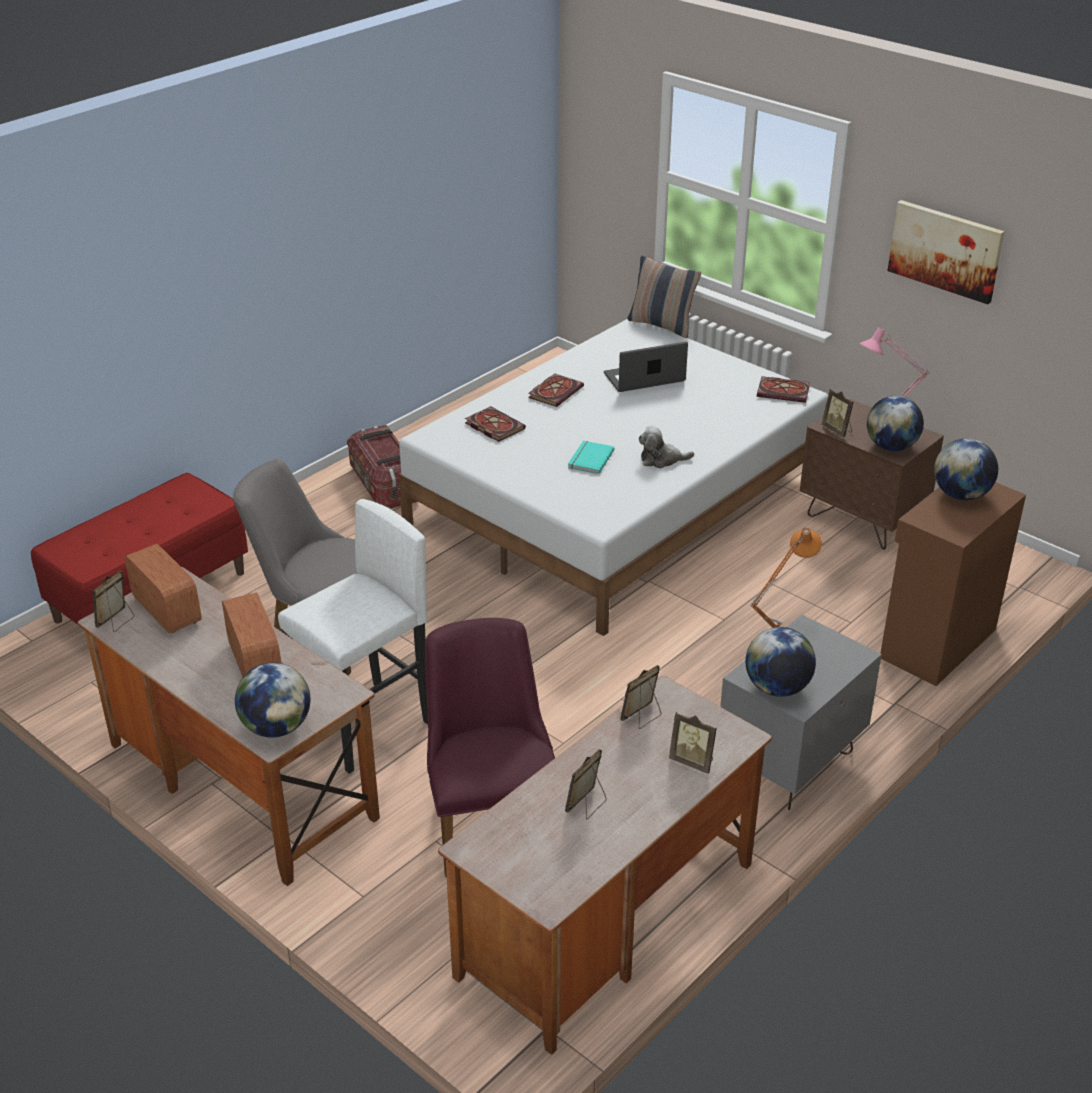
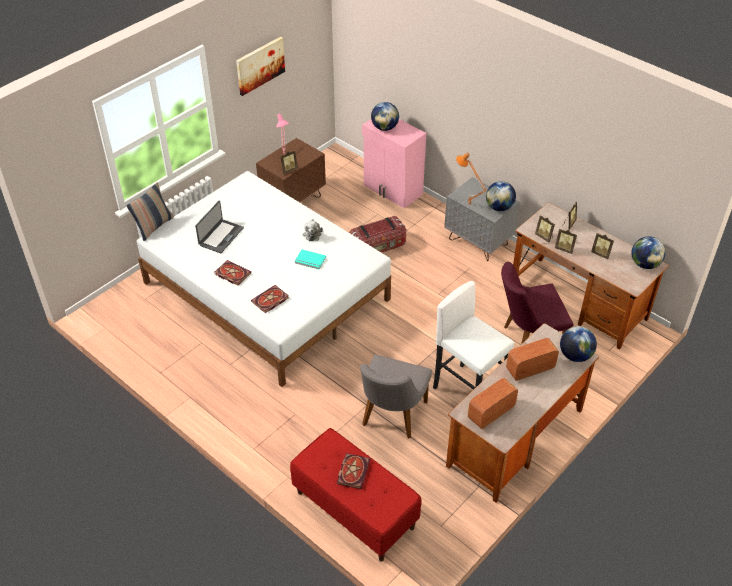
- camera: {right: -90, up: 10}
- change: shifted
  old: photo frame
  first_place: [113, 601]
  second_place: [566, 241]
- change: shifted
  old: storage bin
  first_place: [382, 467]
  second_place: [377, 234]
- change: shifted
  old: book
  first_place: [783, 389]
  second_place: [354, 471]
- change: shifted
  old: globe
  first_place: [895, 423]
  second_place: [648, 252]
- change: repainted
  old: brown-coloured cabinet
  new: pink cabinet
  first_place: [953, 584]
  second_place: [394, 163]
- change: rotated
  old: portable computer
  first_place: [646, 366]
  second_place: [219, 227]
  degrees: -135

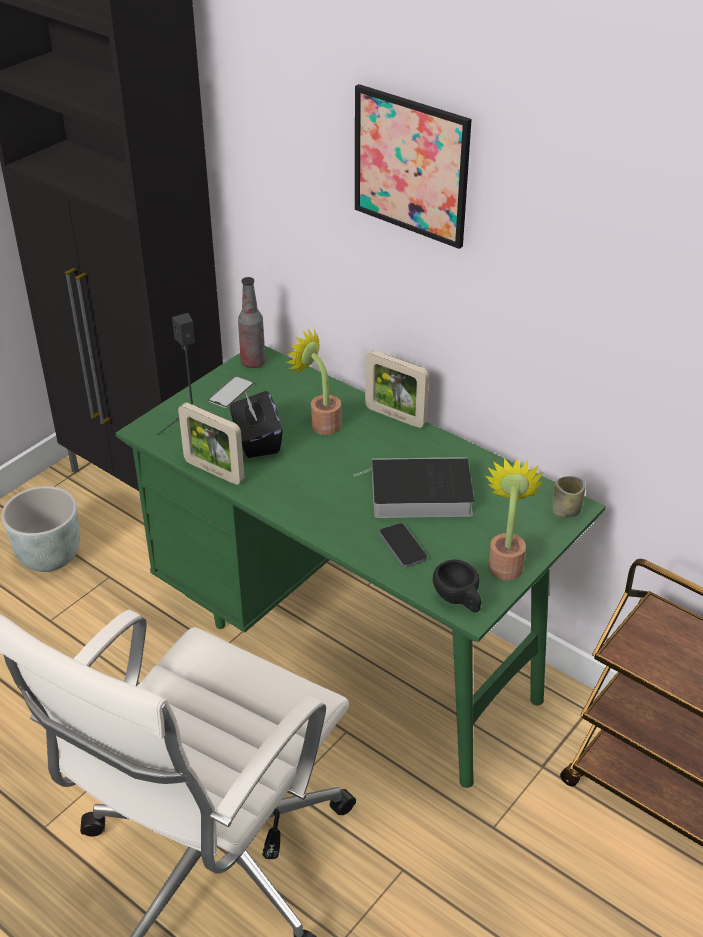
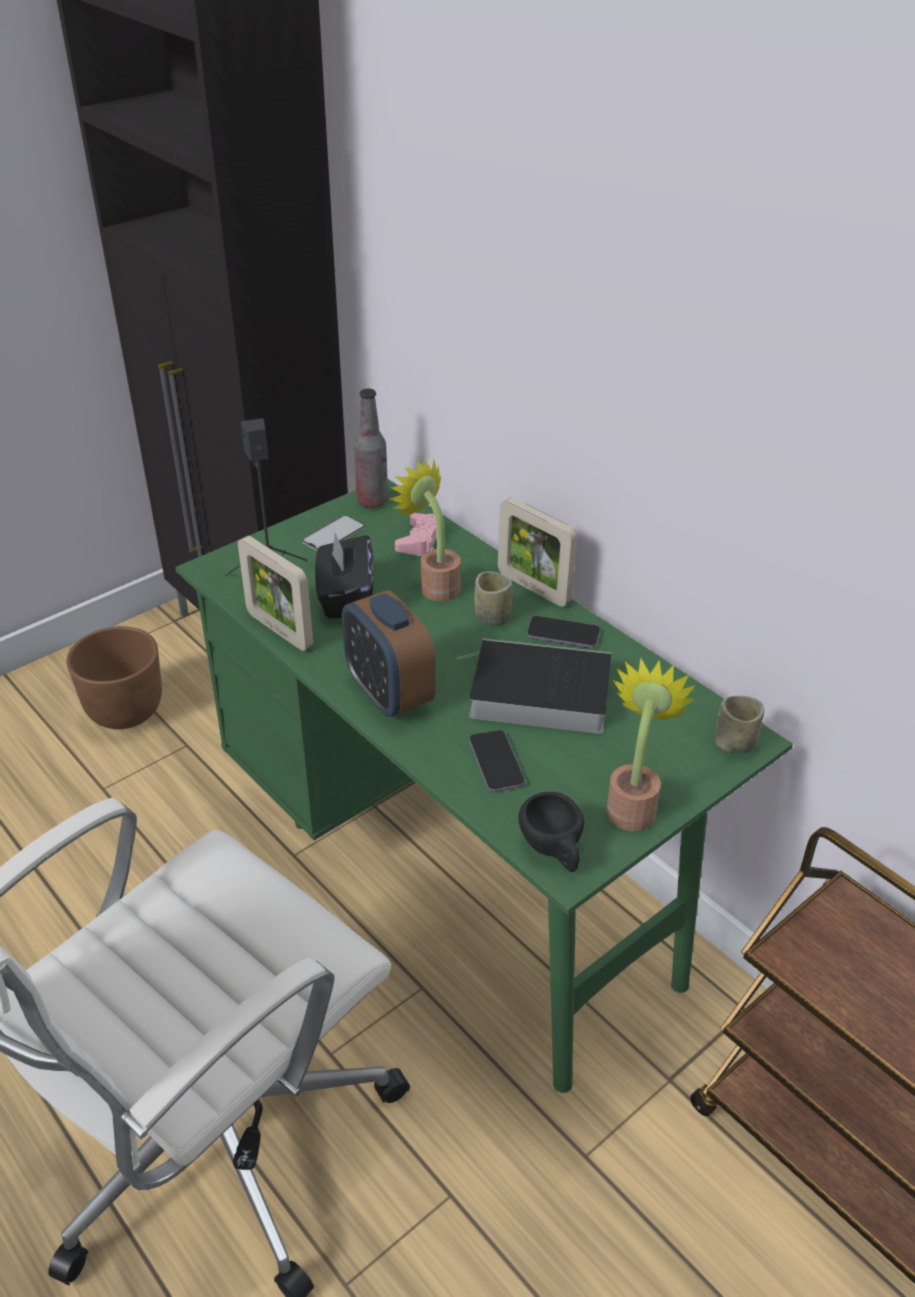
- camera: {right: 10, up: 0}
- change: gone
  old: wall art
  first_place: [413, 166]
- change: new
  new: bedside clock
  second_place: [389, 653]
- change: new
  new: pink game controller
  second_place: [416, 534]
- change: new
  new: drinking cup
  second_place: [493, 598]
- change: new
  new: phone
  second_place: [563, 632]
- change: repainted
  old: greyish flower pot
  new: brown-coloured flower pot
  first_place: [40, 529]
  second_place: [114, 677]

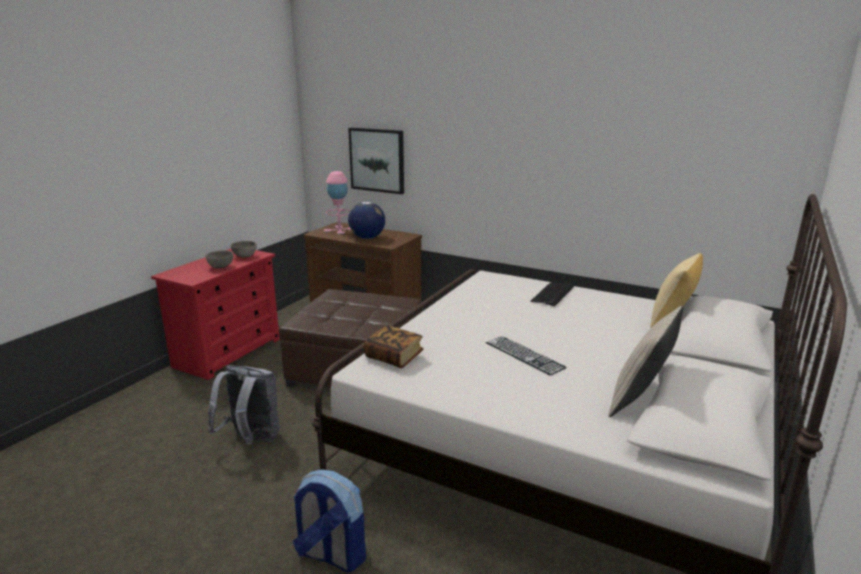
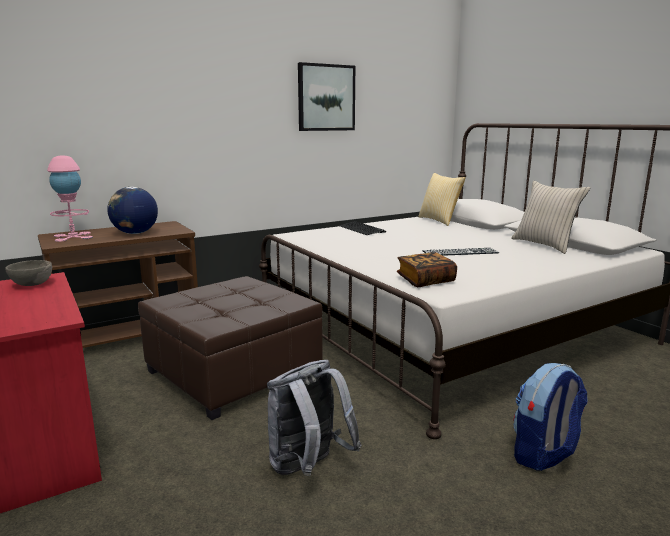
- camera: {right: -60, up: -5}
- change: gone
  old: greyish serving bowl
  first_place: [219, 259]
- change: shifted
  old: wall art
  first_place: [376, 161]
  second_place: [326, 96]

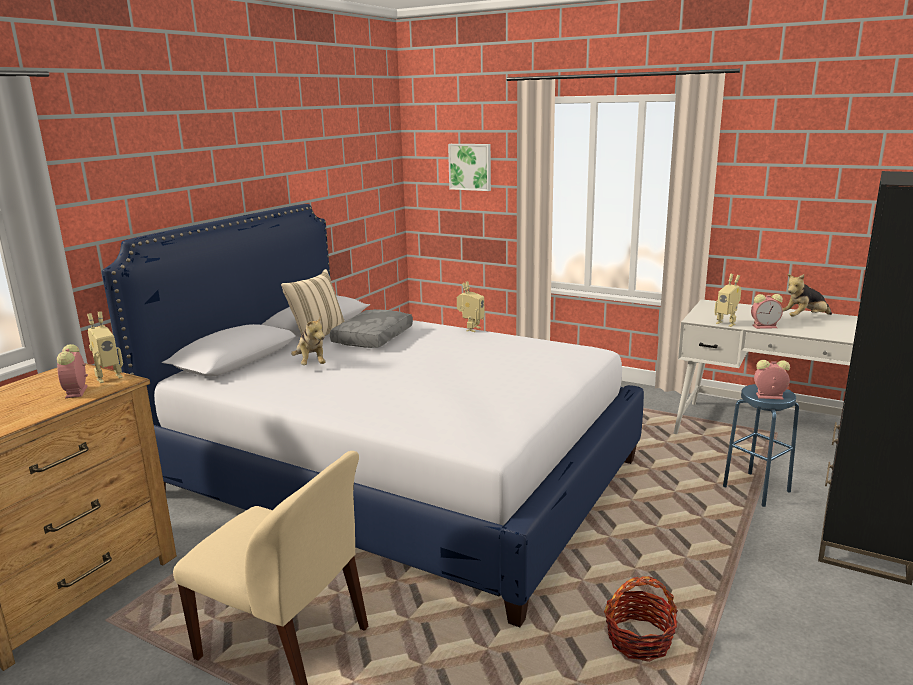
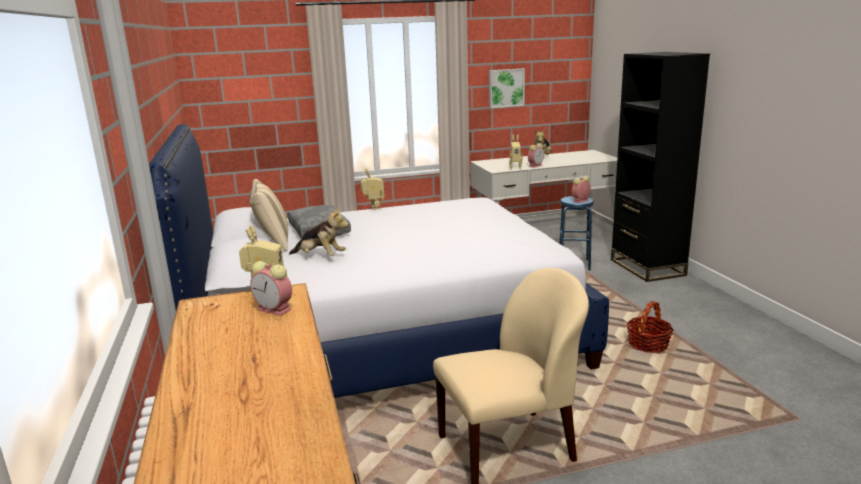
- camera: {right: -45, up: 0}
- change: shifted
  old: wall art
  first_place: [469, 167]
  second_place: [507, 88]

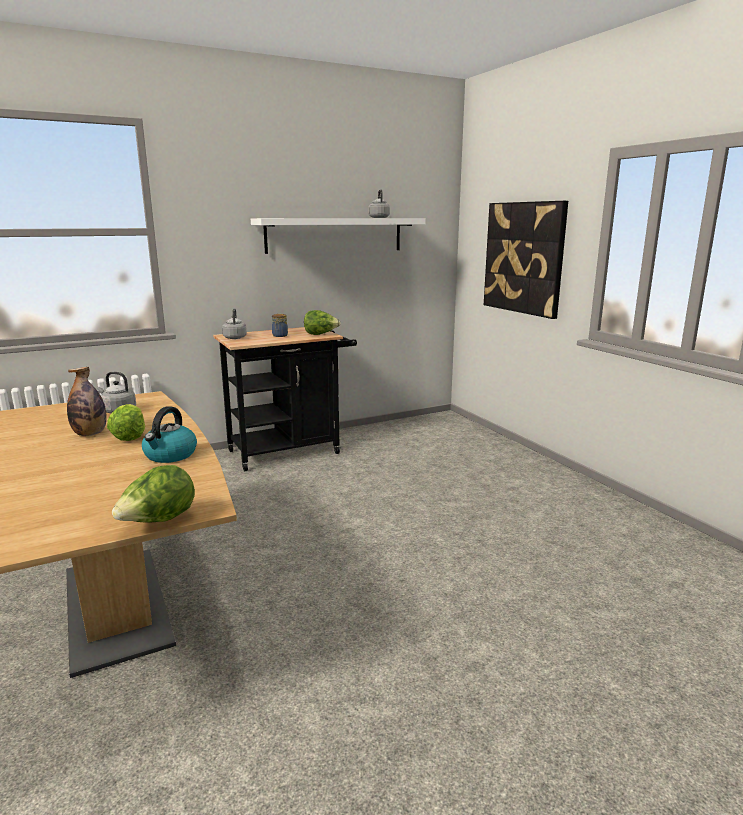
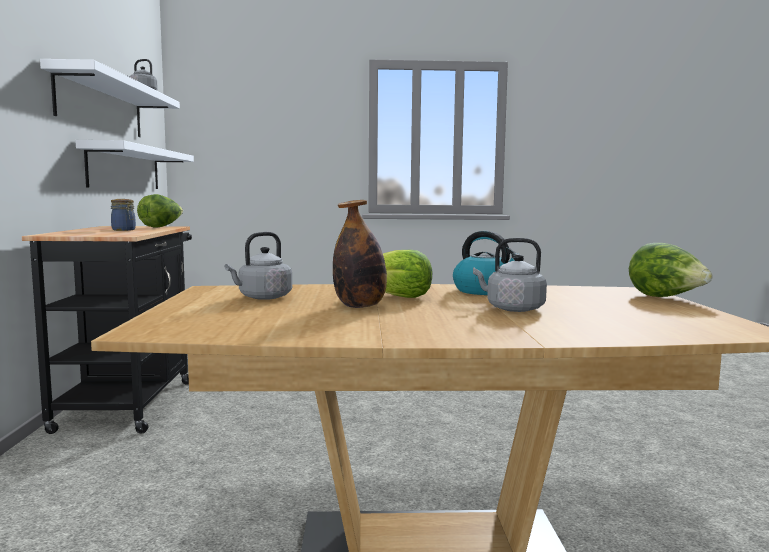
- camera: {right: -65, up: -10}
- change: gone
  old: wall art
  first_place: [526, 260]
- change: new
  new: white-coloured shelf
  second_place: [134, 164]
- change: shifted
  old: greyish tea kettle
  first_place: [234, 323]
  second_place: [510, 275]

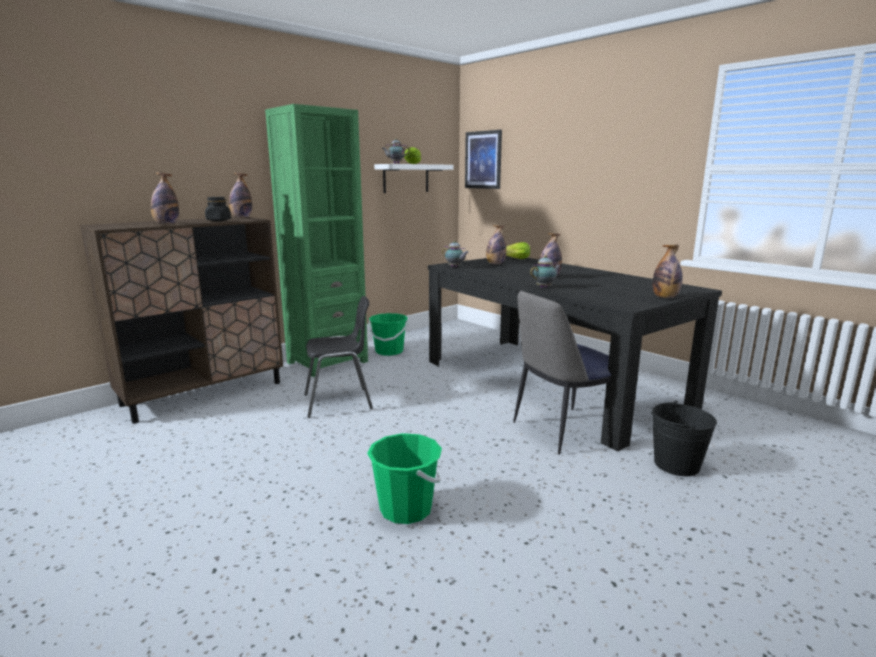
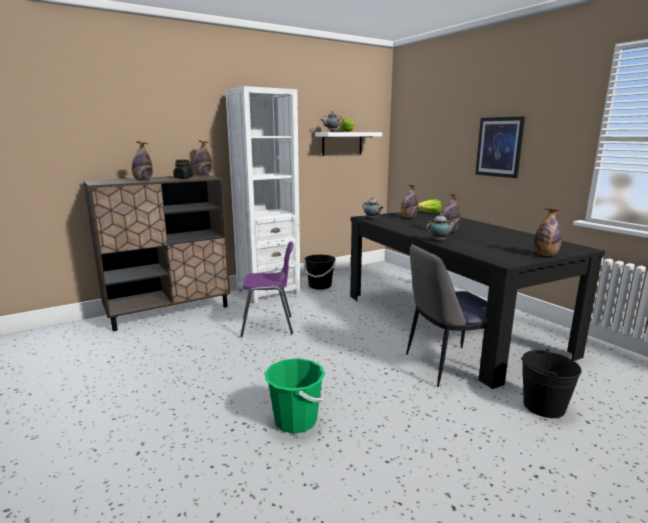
- camera: {right: 10, up: 0}
- change: shifted
  old: wall art
  first_place: [483, 159]
  second_place: [500, 147]
- change: repainted
  old: greenish bookshelf
  new: white-coloured bookshelf
  first_place: [316, 240]
  second_place: [263, 195]
- change: repainted
  old: black-coloured chair
  new: purplish chair
  first_place: [338, 357]
  second_place: [266, 289]
- change: repainted
  old: greenish pail
  new: black-coloured pail
  first_place: [388, 334]
  second_place: [319, 272]

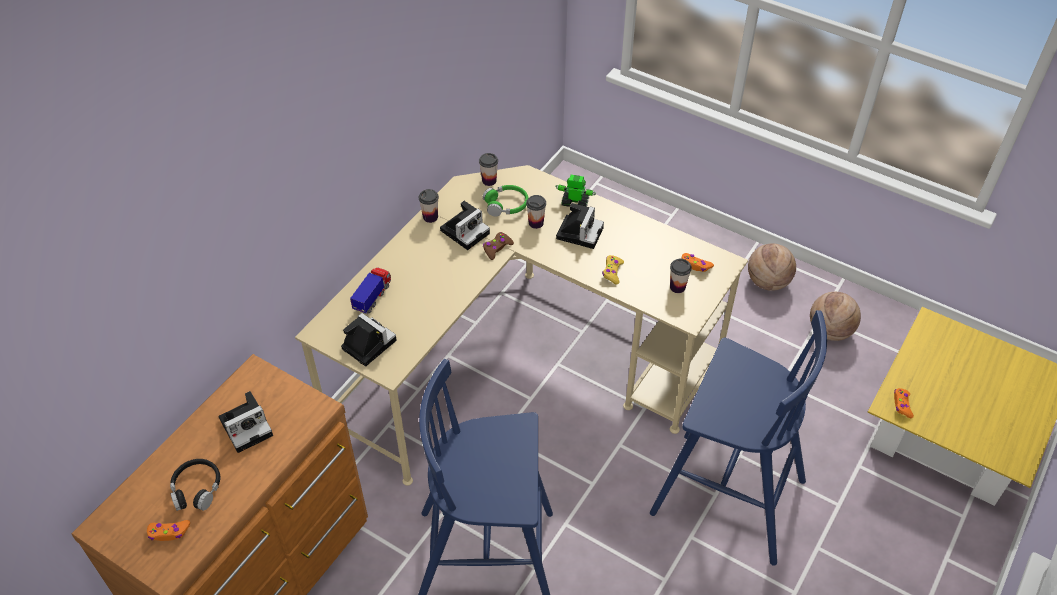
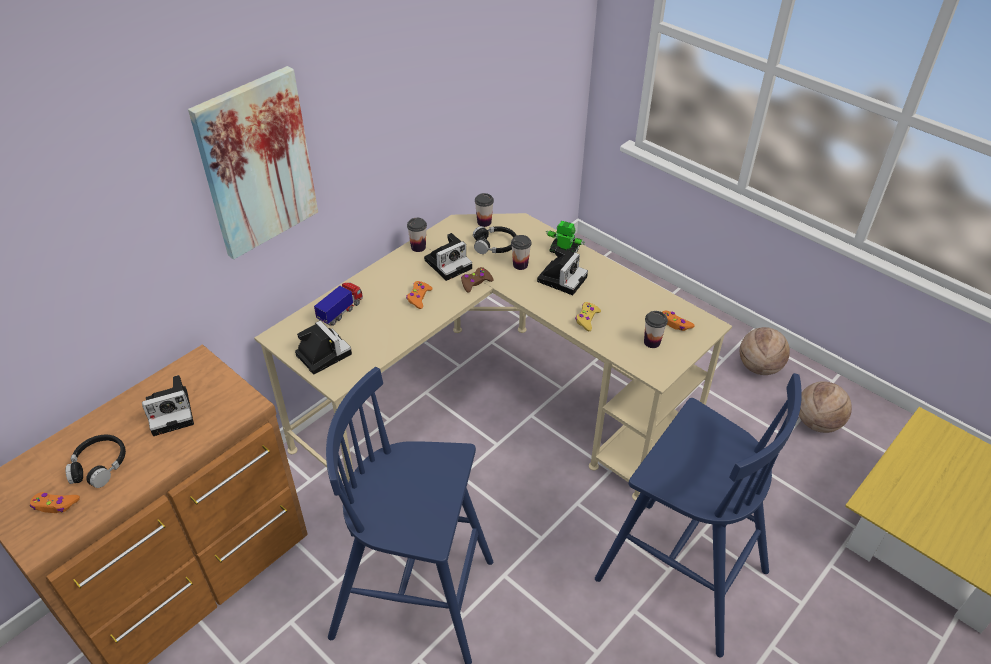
- camera: {right: 10, up: -5}
- change: new
  new: wall art
  second_place: [253, 162]
- change: shifted
  old: orangey game controller
  first_place: [904, 403]
  second_place: [419, 295]
- change: repainted
  old: greenish pair of headphones
  new: black-coloured pair of headphones
  first_place: [505, 201]
  second_place: [495, 240]

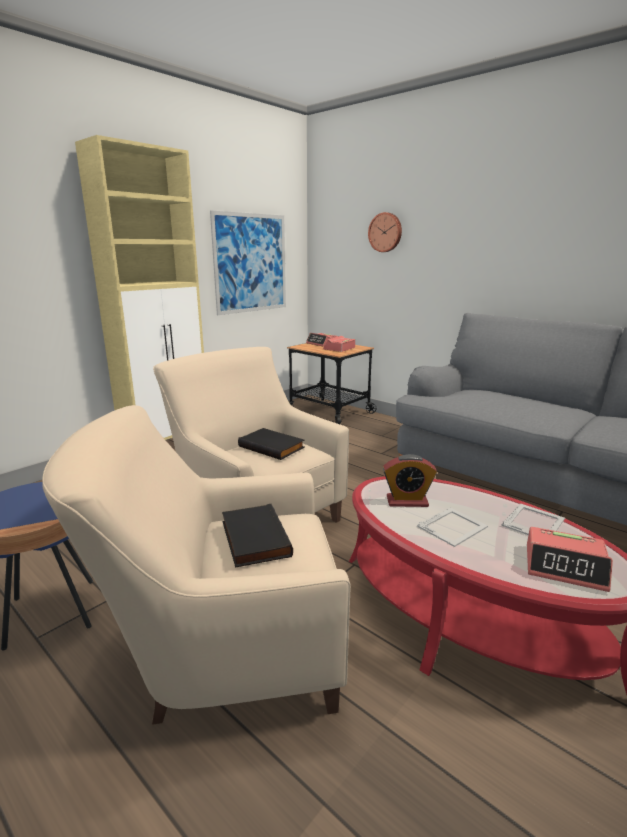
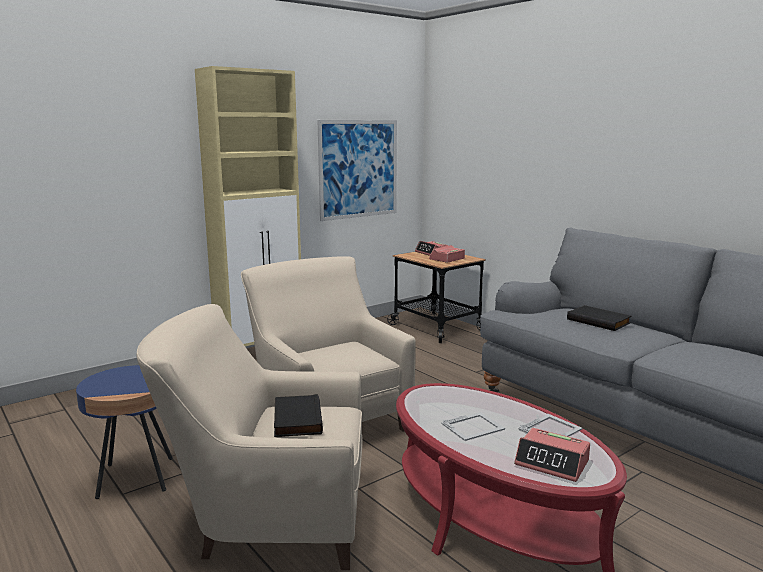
- camera: {right: 10, up: -5}
- change: gone
  old: clock on the wall
  first_place: [385, 232]
- change: gone
  old: bedside clock
  first_place: [410, 480]
- change: shifted
  old: black-coloured book
  first_place: [271, 444]
  second_place: [599, 318]

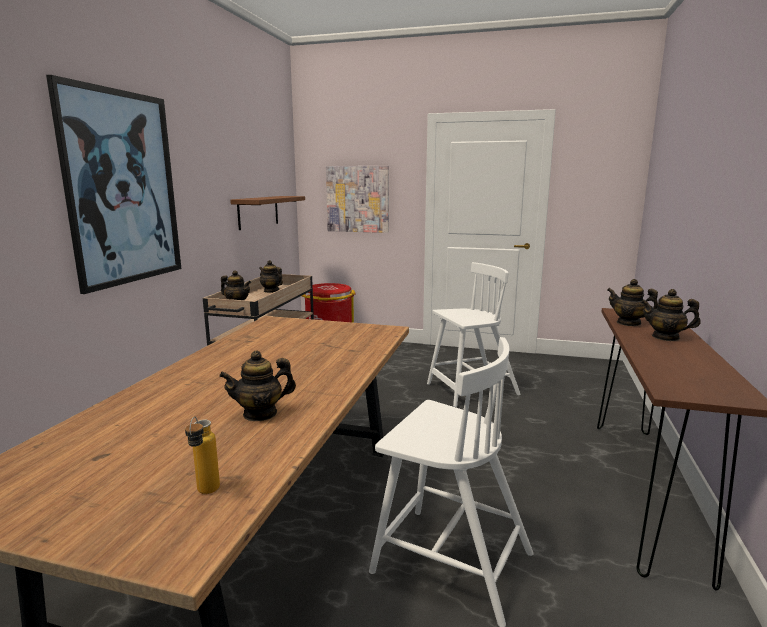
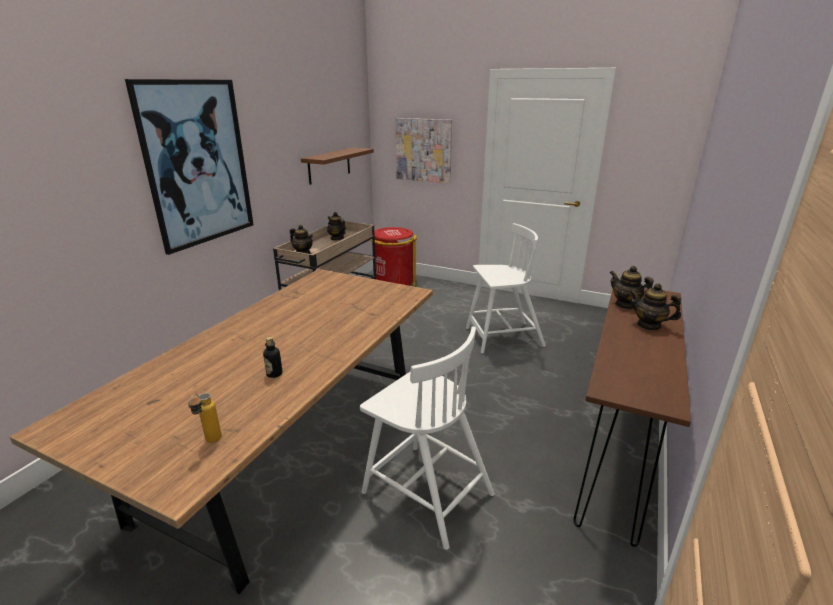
- camera: {right: 10, up: 10}
- change: swapped
  old: tea pot
  new: bottle
  first_place: [257, 385]
  second_place: [272, 357]

